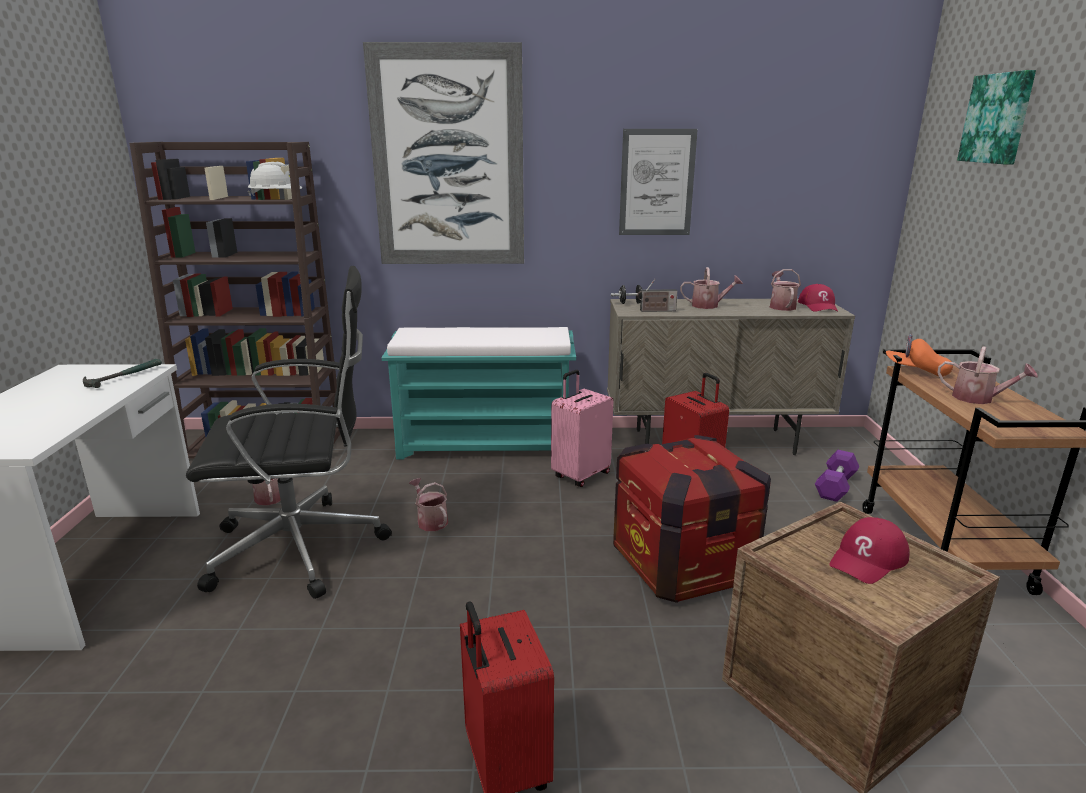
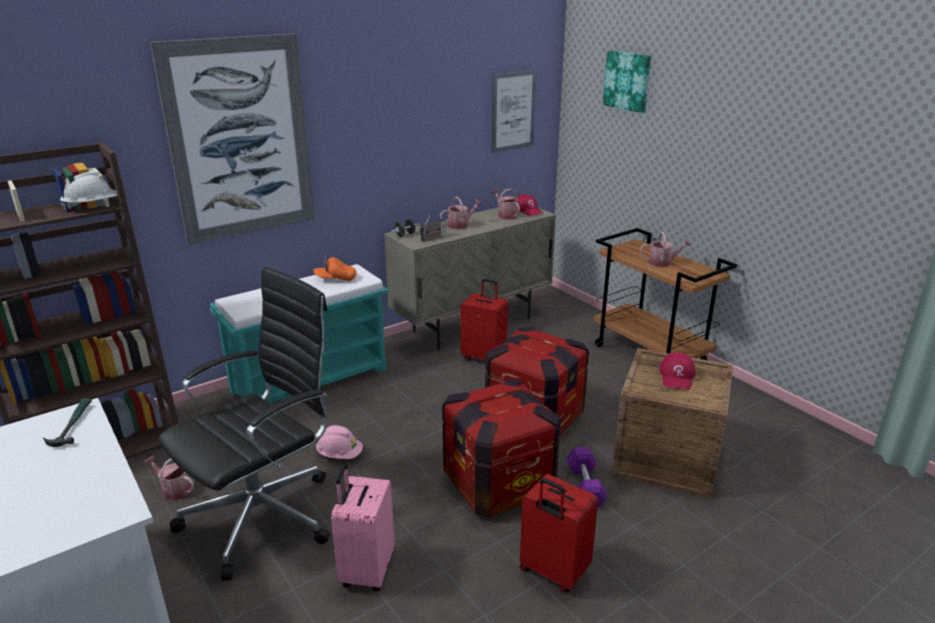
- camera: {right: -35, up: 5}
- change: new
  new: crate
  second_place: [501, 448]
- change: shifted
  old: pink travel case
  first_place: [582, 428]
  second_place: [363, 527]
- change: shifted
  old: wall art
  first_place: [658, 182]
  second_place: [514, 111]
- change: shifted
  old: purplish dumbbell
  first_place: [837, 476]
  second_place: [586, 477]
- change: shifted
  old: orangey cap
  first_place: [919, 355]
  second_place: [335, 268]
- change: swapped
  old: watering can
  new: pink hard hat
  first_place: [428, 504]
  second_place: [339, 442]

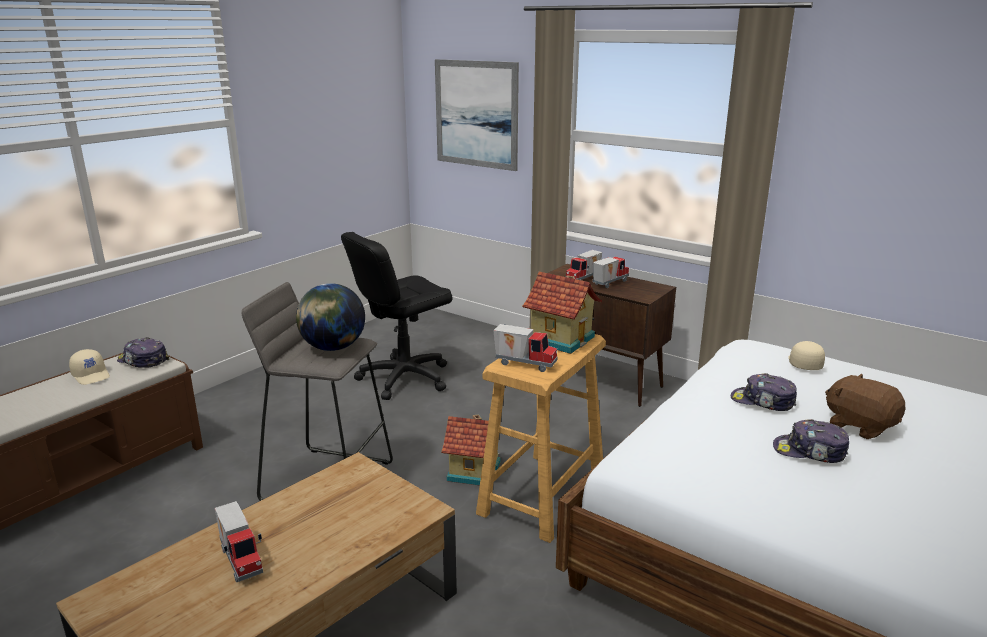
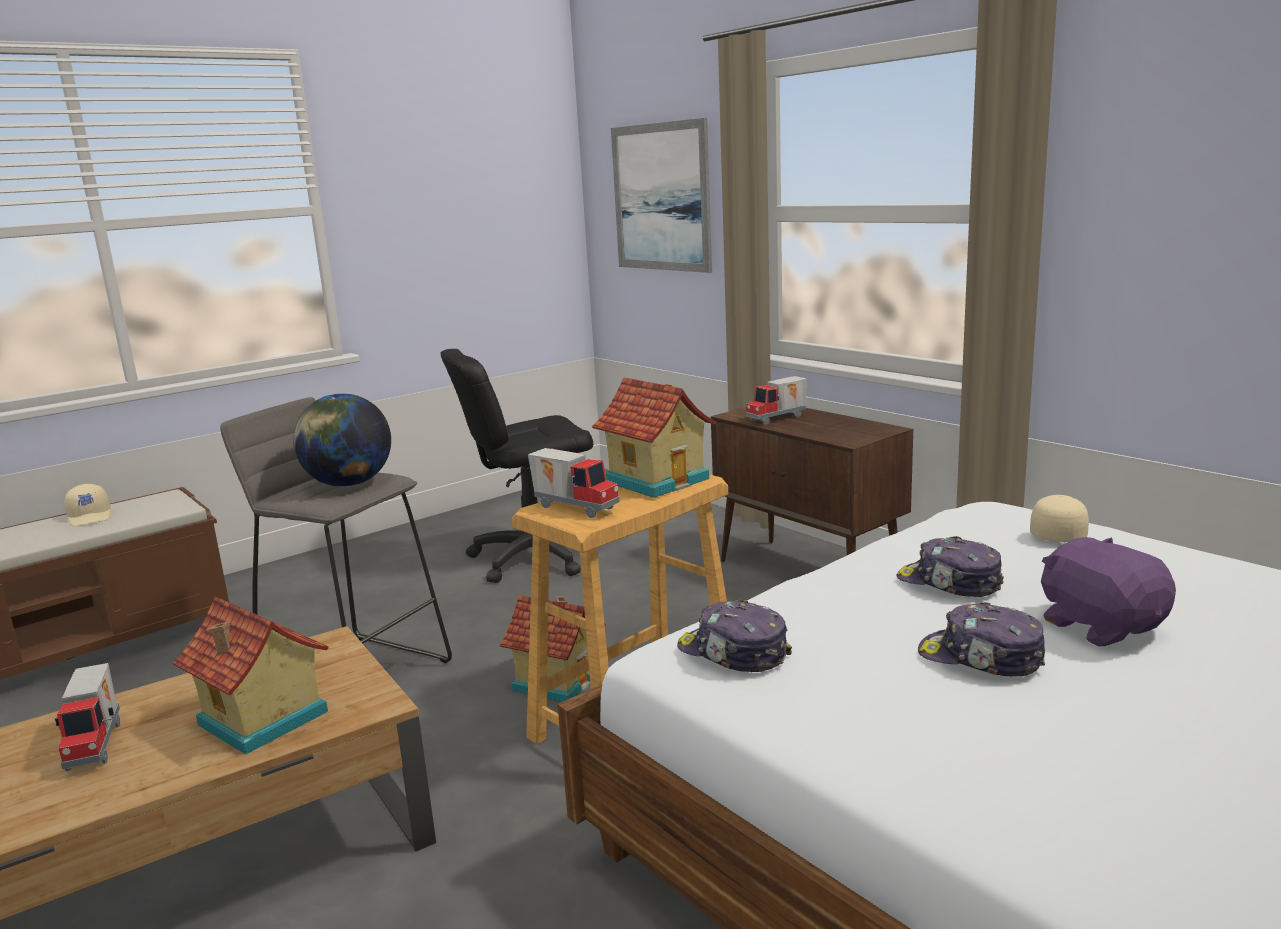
- camera: {right: 15, up: -5}
- change: gone
  old: model truck
  first_place: [610, 272]
- change: new
  new: miniature house
  second_place: [251, 675]
- change: shifted
  old: cap
  first_place: [143, 352]
  second_place: [734, 636]
- change: repainted
  old: brown-coloured plush toy
  new: purplish plush toy
  first_place: [865, 406]
  second_place: [1108, 591]

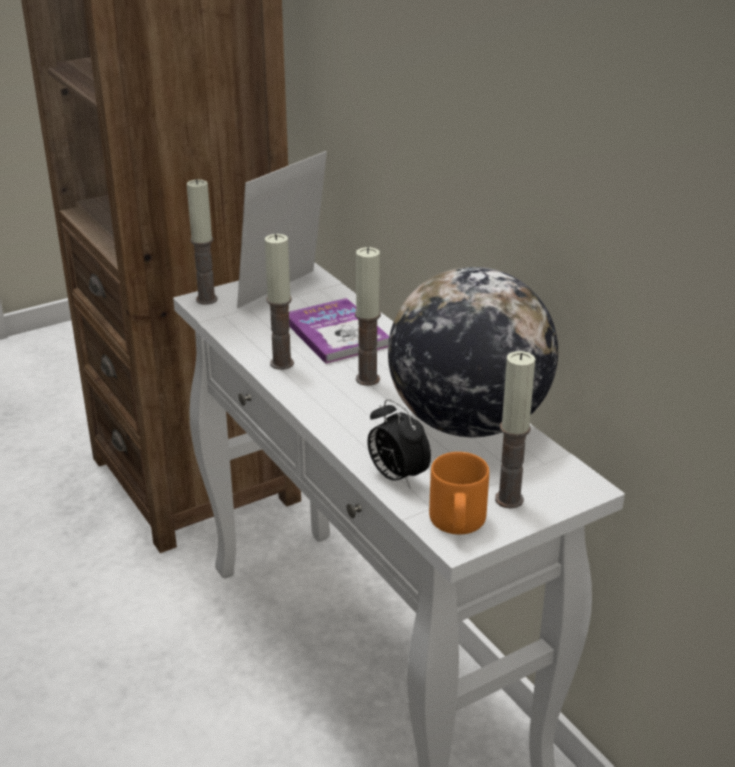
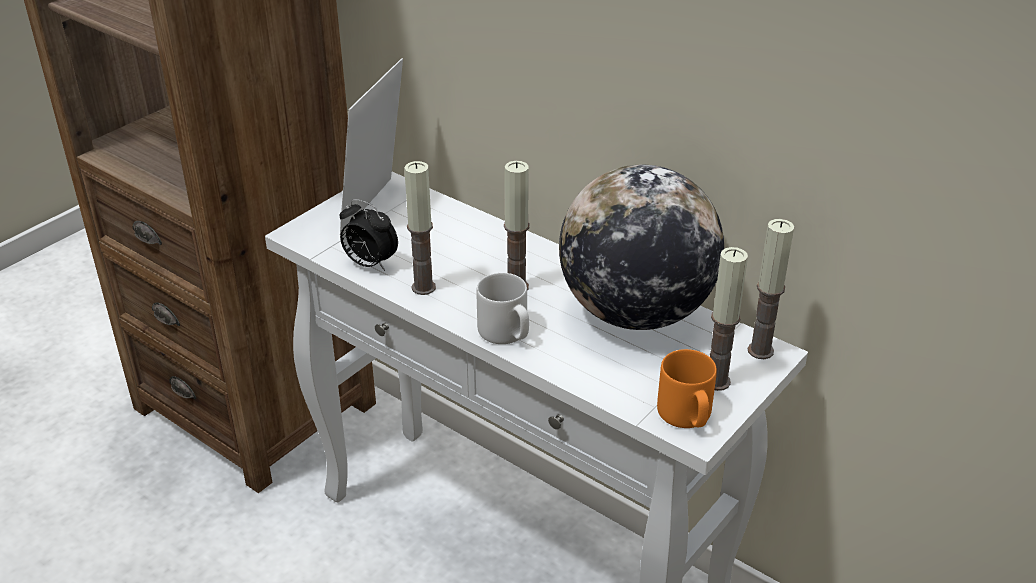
- camera: {right: -20, up: 5}
- change: gone
  old: book
  first_place: [339, 331]
- change: new
  new: greyish tea mug
  second_place: [502, 308]
- change: shifted
  old: wax candle
  first_place: [202, 242]
  second_place: [771, 289]
- change: shifted
  old: bedside clock
  first_place: [399, 444]
  second_place: [369, 235]

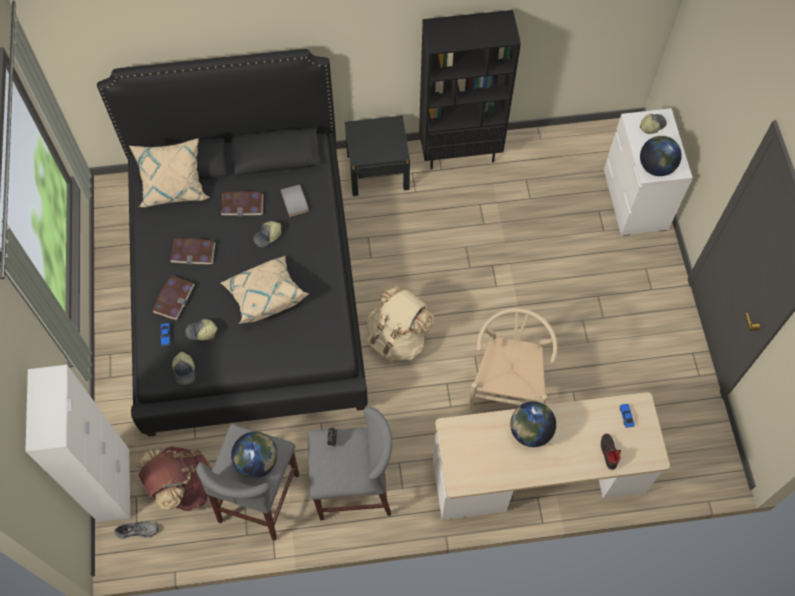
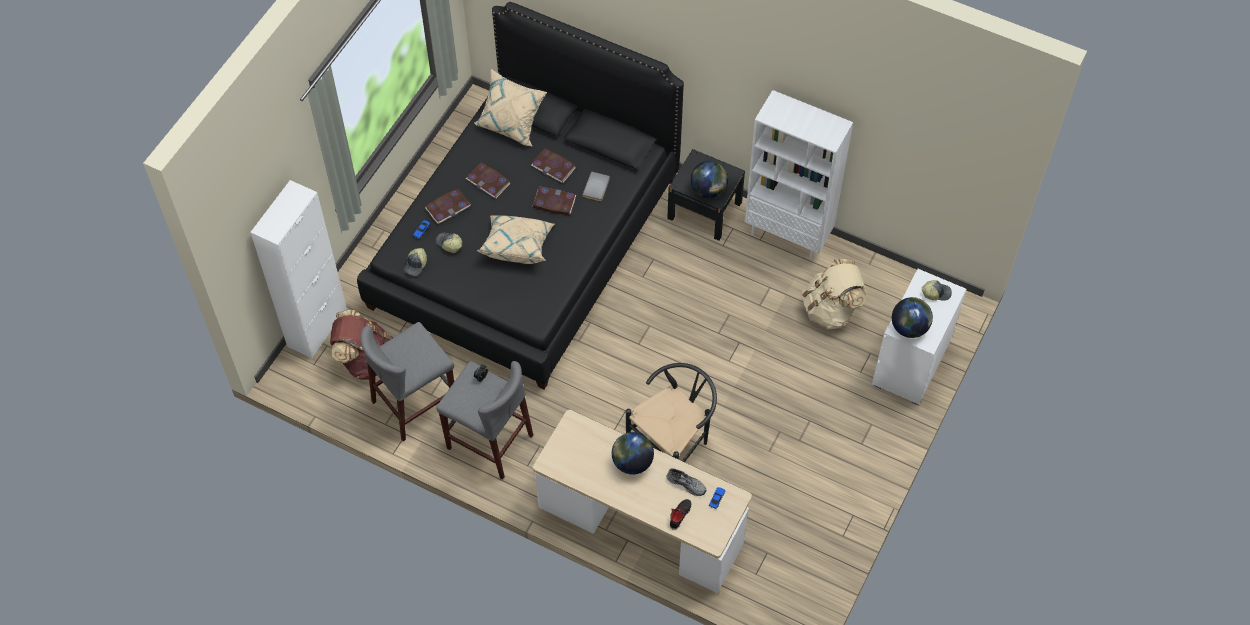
- camera: {right: 35, up: -5}
- change: shifted
  old: greyish shoe
  first_place: [136, 530]
  second_place: [687, 482]
- change: shifted
  old: globe
  first_place: [254, 455]
  second_place: [709, 179]
- change: shifted
  old: beige rucksack
  first_place: [400, 323]
  second_place: [834, 293]
- change: swapped
  old: cap
  new: book
  first_place: [267, 234]
  second_place: [554, 200]
- change: repainted
  old: black-coloured bookshelf
  new: white-coloured bookshelf
  first_place: [470, 89]
  second_place: [799, 175]
- change: repainted
  old: beige chair
  new: black-coloured chair
  first_place: [513, 359]
  second_place: [671, 412]

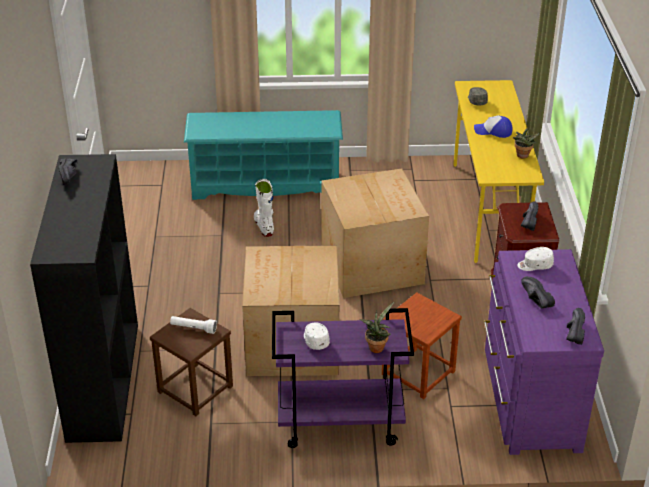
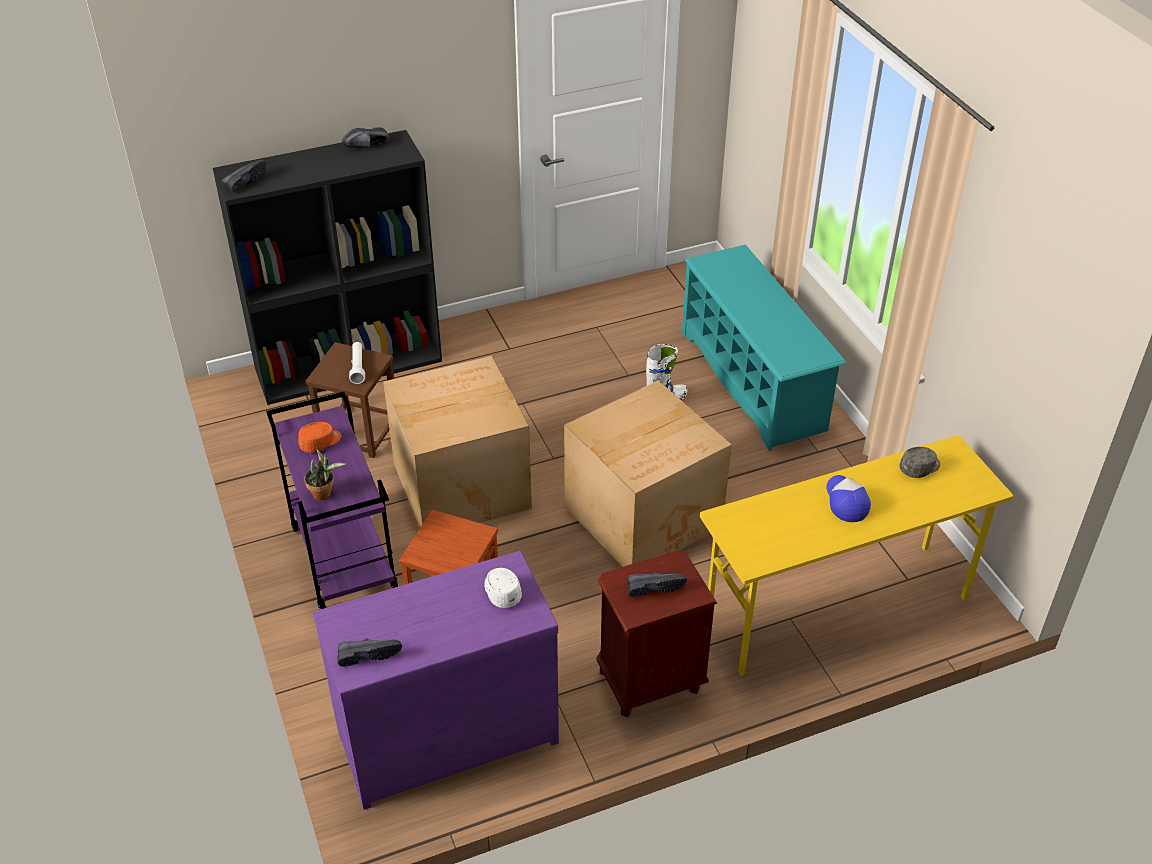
- camera: {right: 70, up: 5}
- change: gone
  old: potted plant
  first_place: [527, 143]
- change: shifted
  old: black-coloured shoe
  first_place: [538, 292]
  second_place: [244, 176]
- change: repainted
  old: white-coloured cap
  new: orangey cap
  first_place: [317, 336]
  second_place: [319, 437]

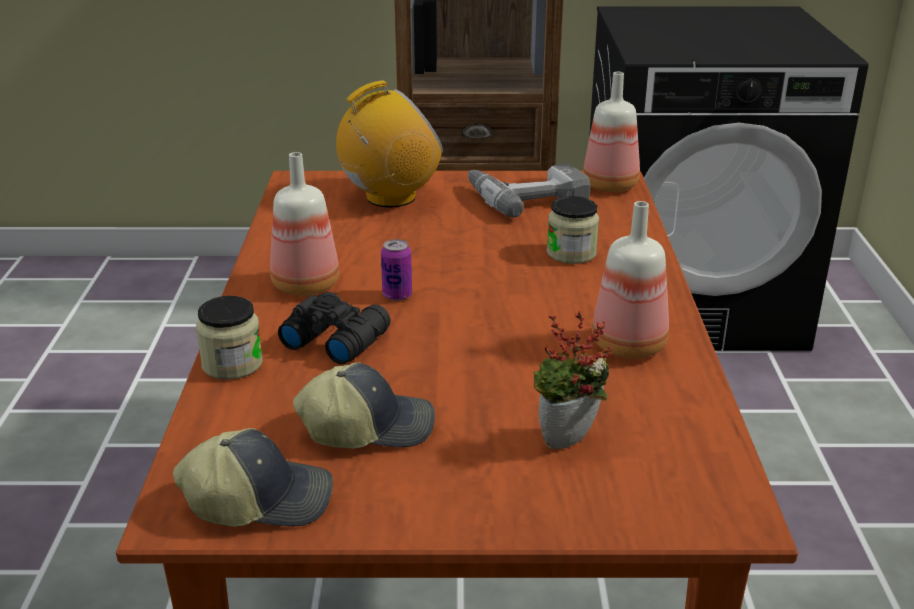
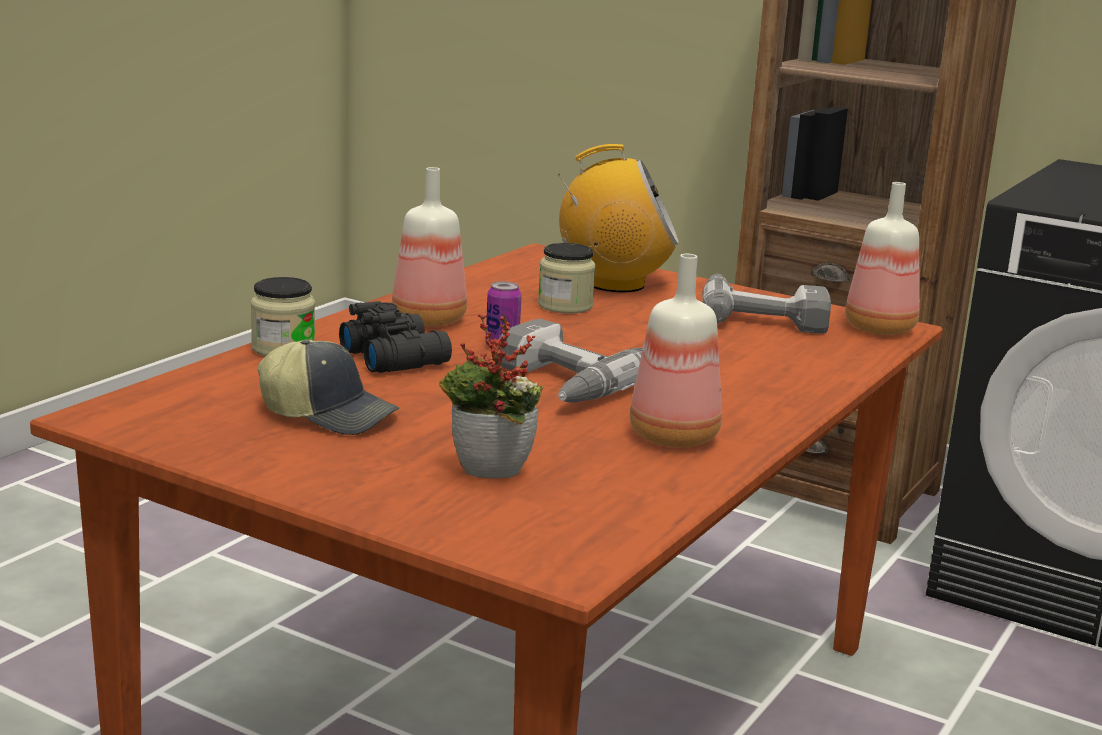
- camera: {right: 30, up: -10}
- change: gone
  old: cap
  first_place: [253, 477]
- change: new
  new: drill
  second_place: [571, 361]
- change: shifted
  old: preserve jar
  first_place: [573, 230]
  second_place: [567, 278]

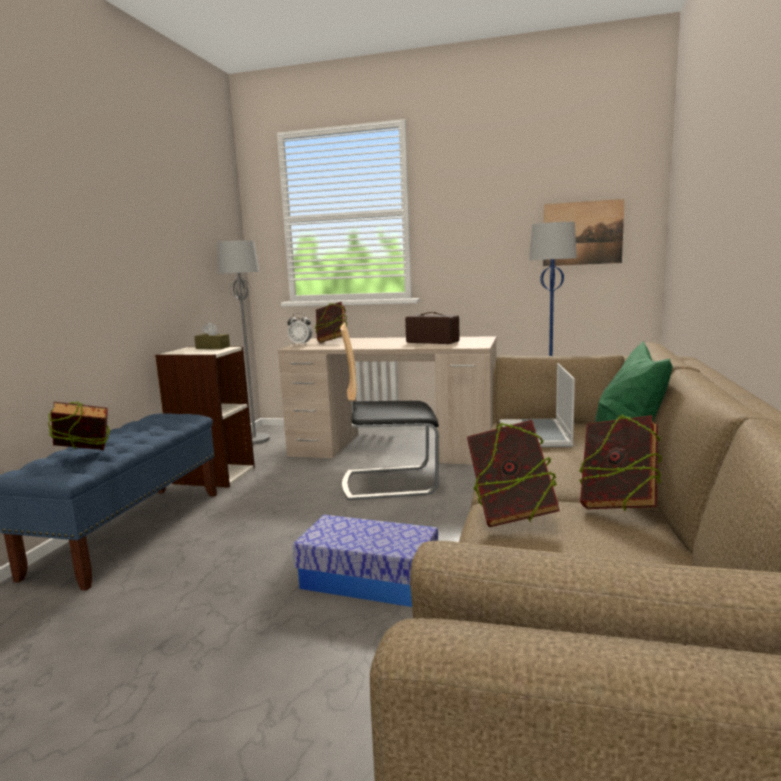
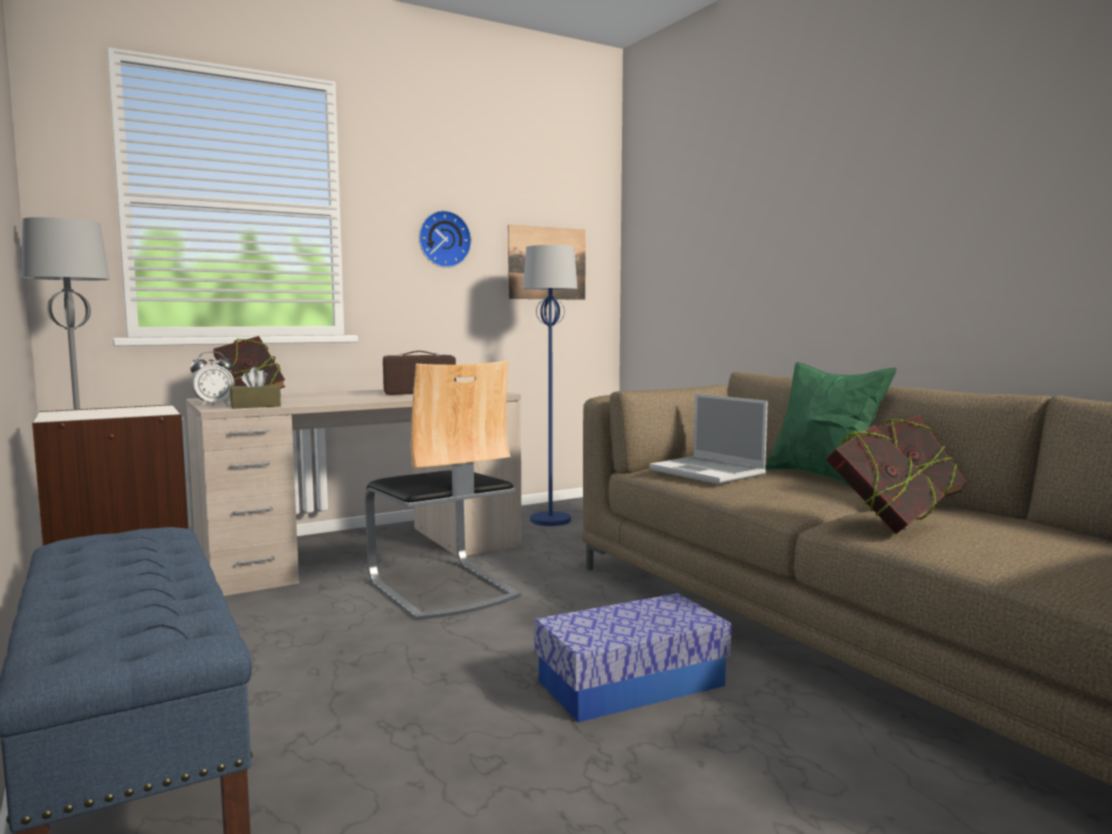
- camera: {right: -45, up: -5}
- change: gone
  old: book
  first_place: [79, 426]
- change: new
  new: clock on the wall
  second_place: [445, 239]
- change: shifted
  old: brown-coloured tissue holder
  first_place: [212, 335]
  second_place: [255, 388]
- change: rotated
  old: chair
  first_place: [389, 411]
  second_place: [443, 490]
  degrees: -75

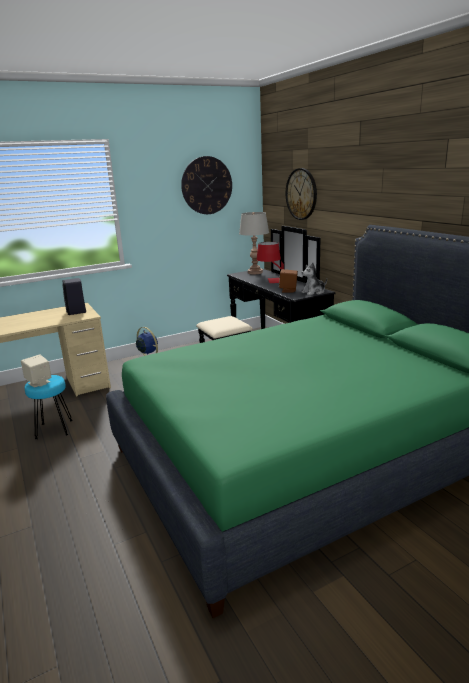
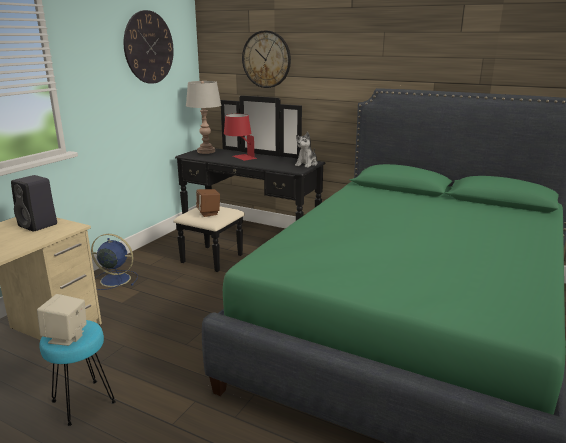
- camera: {right: -35, up: 0}
- change: shifted
  old: brown-coloured audio speaker
  first_place: [288, 280]
  second_place: [208, 203]

